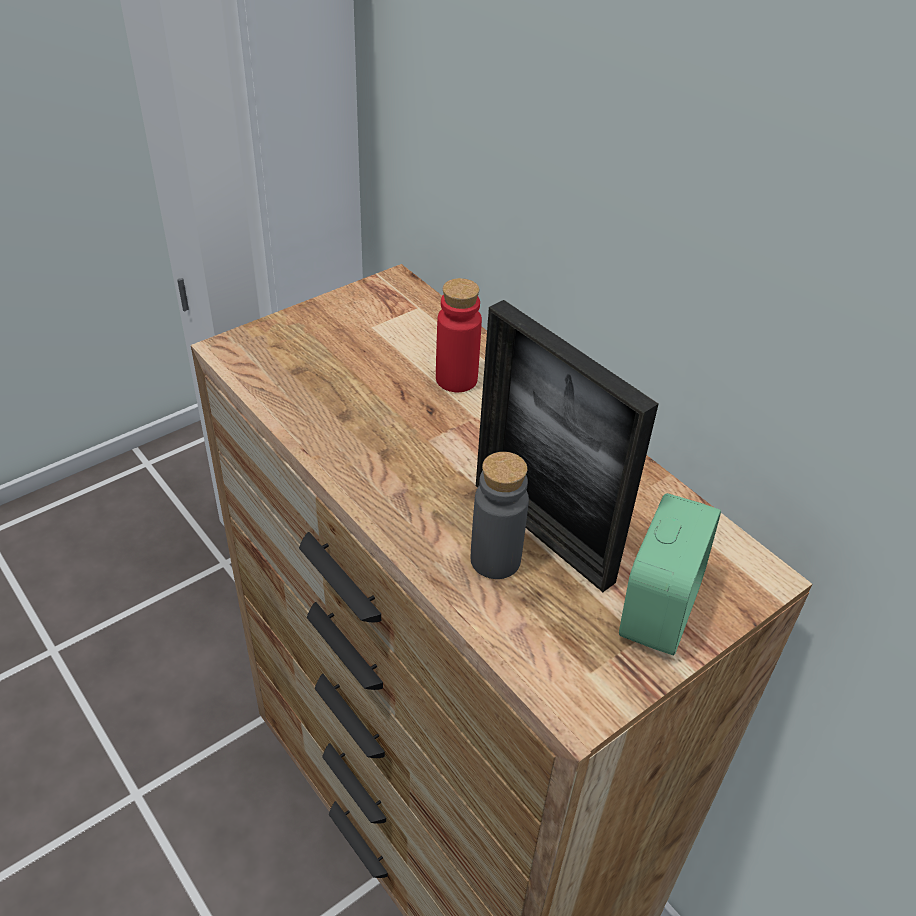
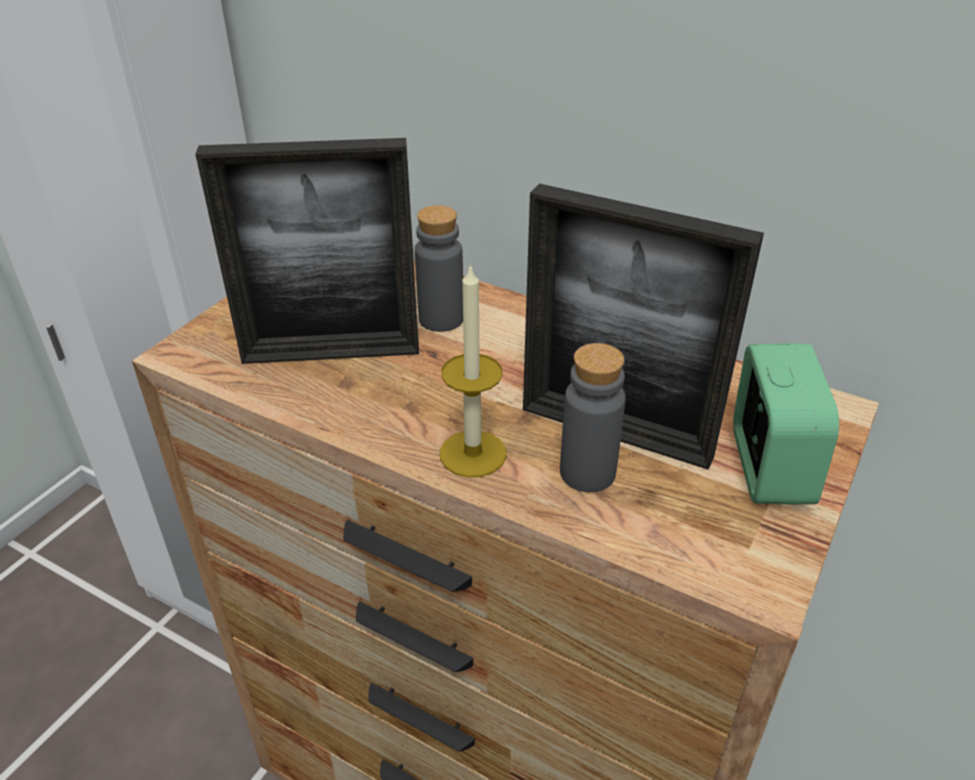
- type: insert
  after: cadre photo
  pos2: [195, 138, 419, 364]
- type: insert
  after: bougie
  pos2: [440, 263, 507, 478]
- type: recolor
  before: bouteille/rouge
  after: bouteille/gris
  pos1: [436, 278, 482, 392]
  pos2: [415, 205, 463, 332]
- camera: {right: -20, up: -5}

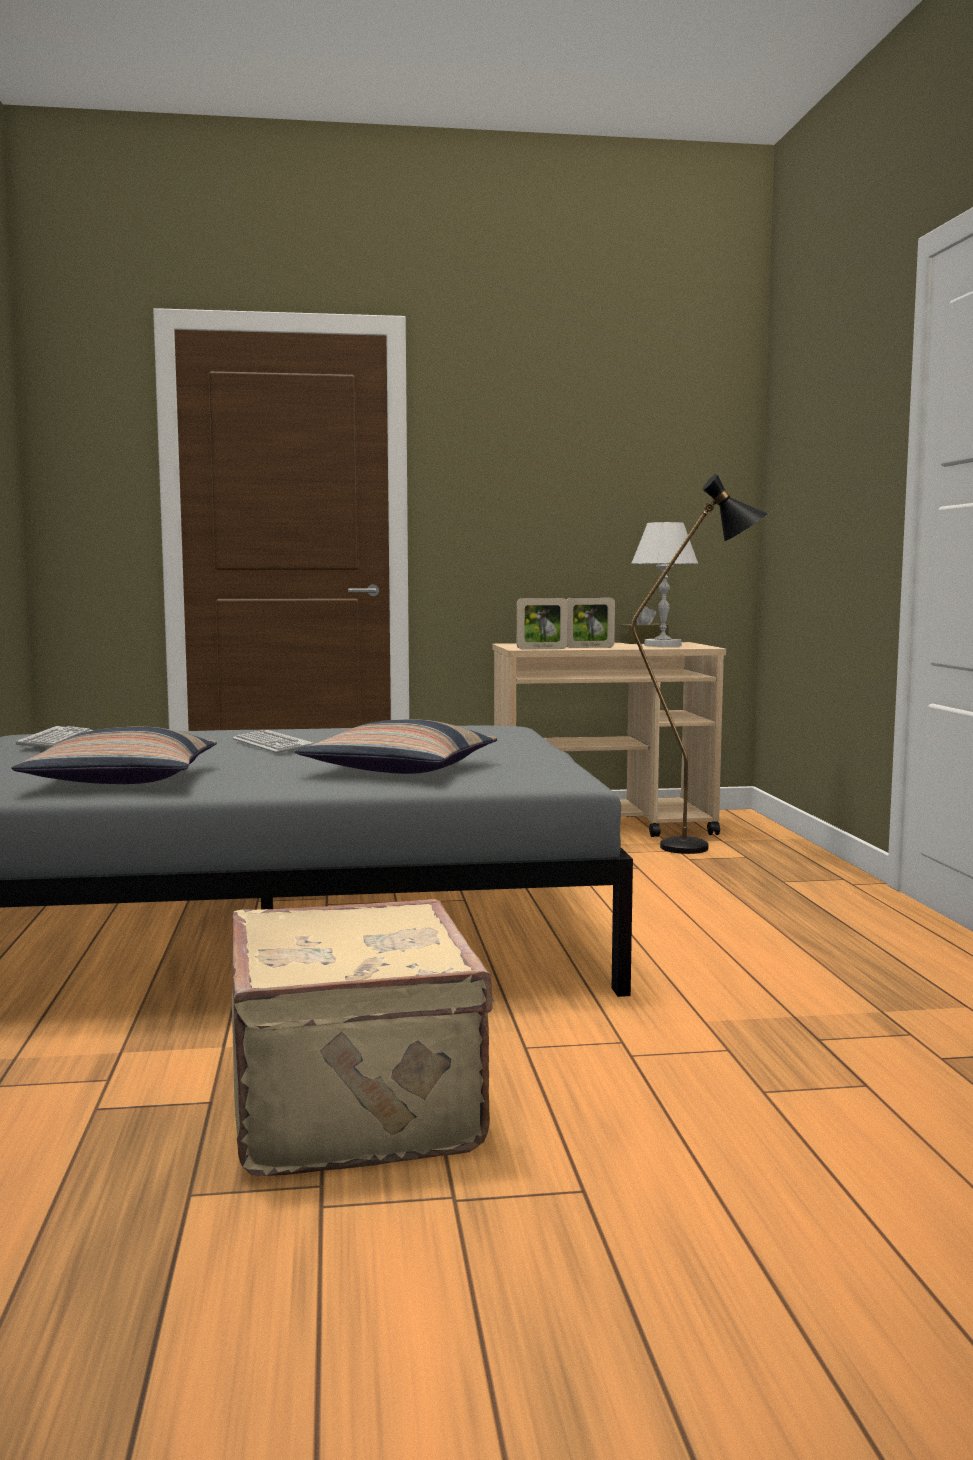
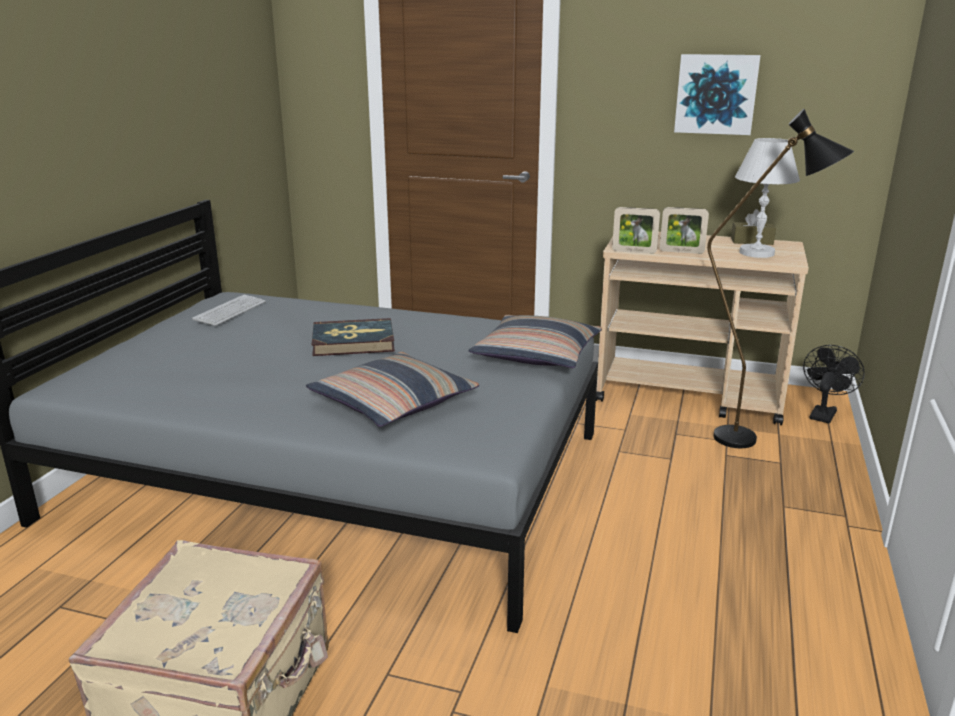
- type: insert
  after: tableau
  pos2: [674, 54, 761, 135]
- type: insert
  after: ventilateur/noir
  pos2: [803, 345, 865, 423]
- type: move
  before: coussin
  pos1: [11, 727, 217, 784]
  pos2: [468, 315, 602, 368]
- type: replace
  before: clavier
  after: livre
  pos1: [233, 730, 314, 753]
  pos2: [312, 318, 395, 356]
- camera: {right: 25, up: 15}

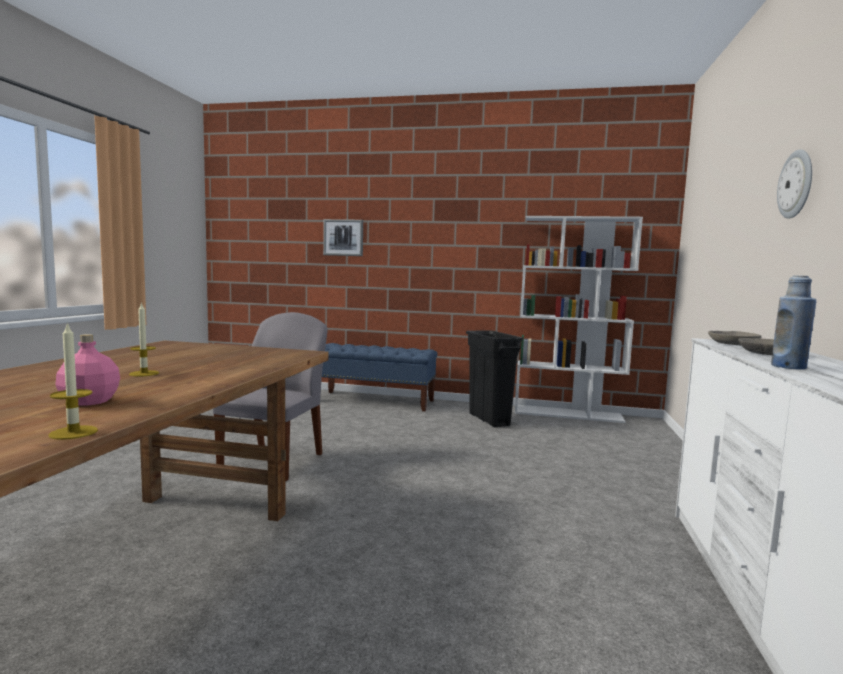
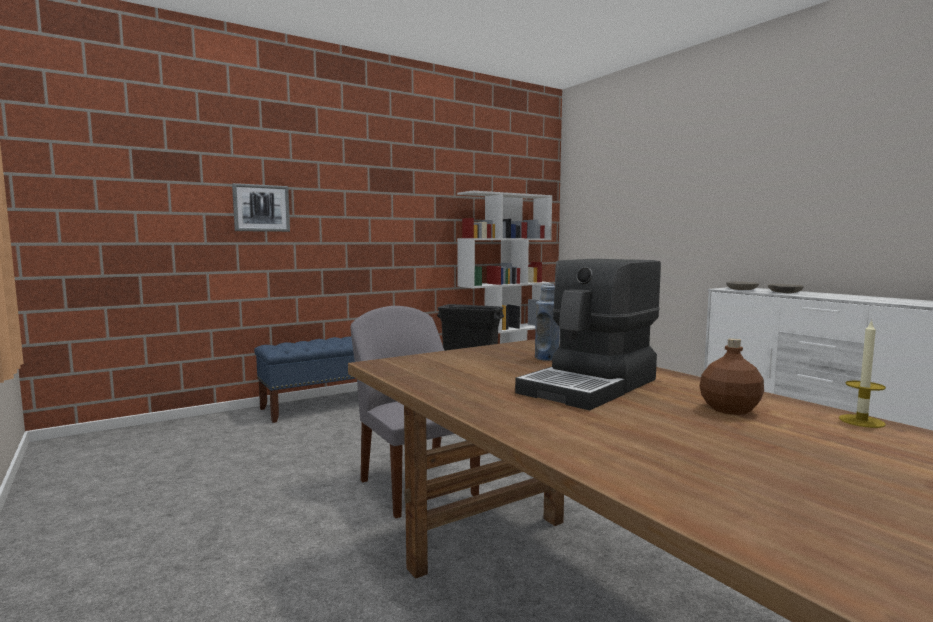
- type: delete
  before: horloge murale
  pos1: [777, 149, 812, 219]
- type: move
  before: bouteille/bleu
  pos1: [771, 275, 816, 370]
  pos2: [535, 284, 560, 361]
- type: replace
  before: bougie
  after: machine à café
  pos1: [129, 302, 159, 377]
  pos2: [515, 259, 661, 410]
- type: recolor
  before: bouteille/rose
  after: bouteille/marron
  pos1: [55, 334, 120, 406]
  pos2: [699, 338, 764, 415]
- camera: {right: -45, up: 0}

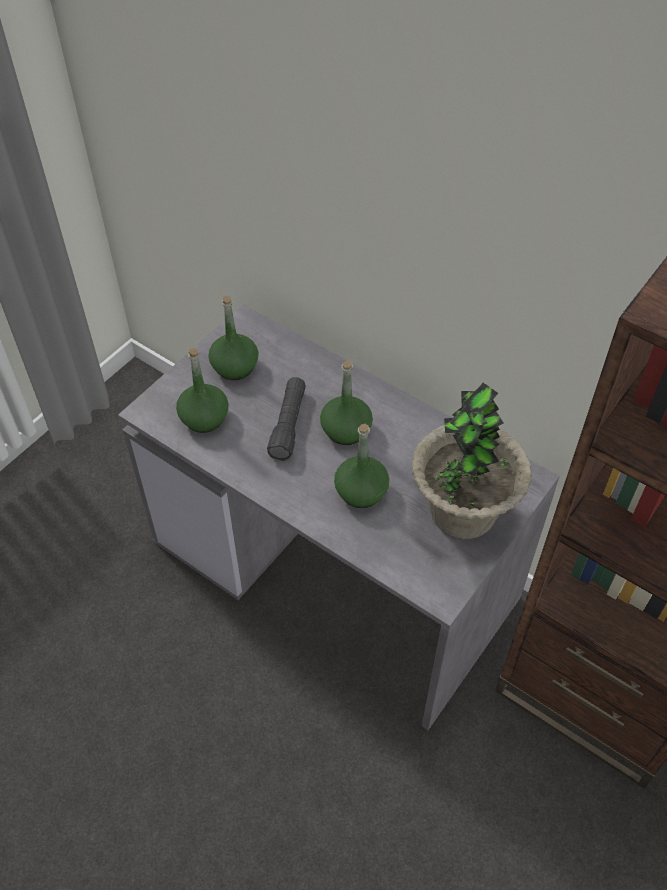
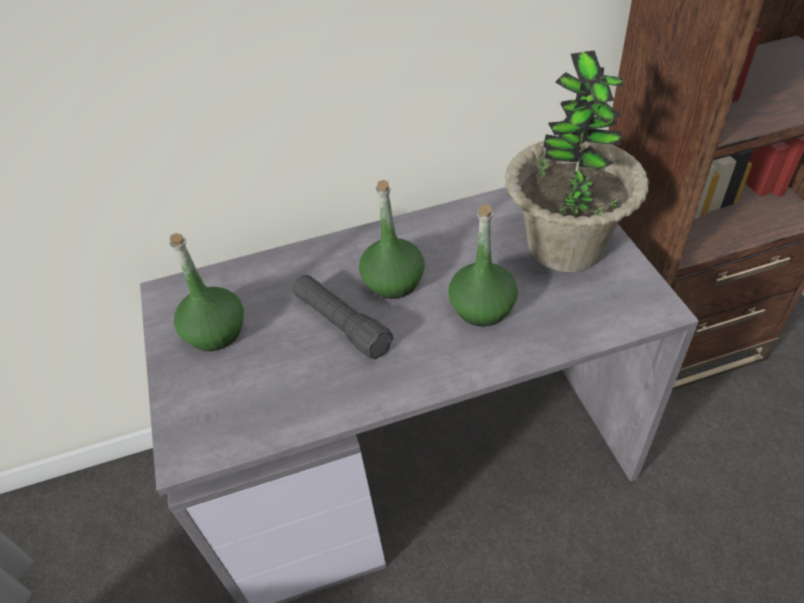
- type: delete
  before: bouteille/vert
  pos1: [176, 348, 228, 433]
- camera: {right: -50, up: -5}

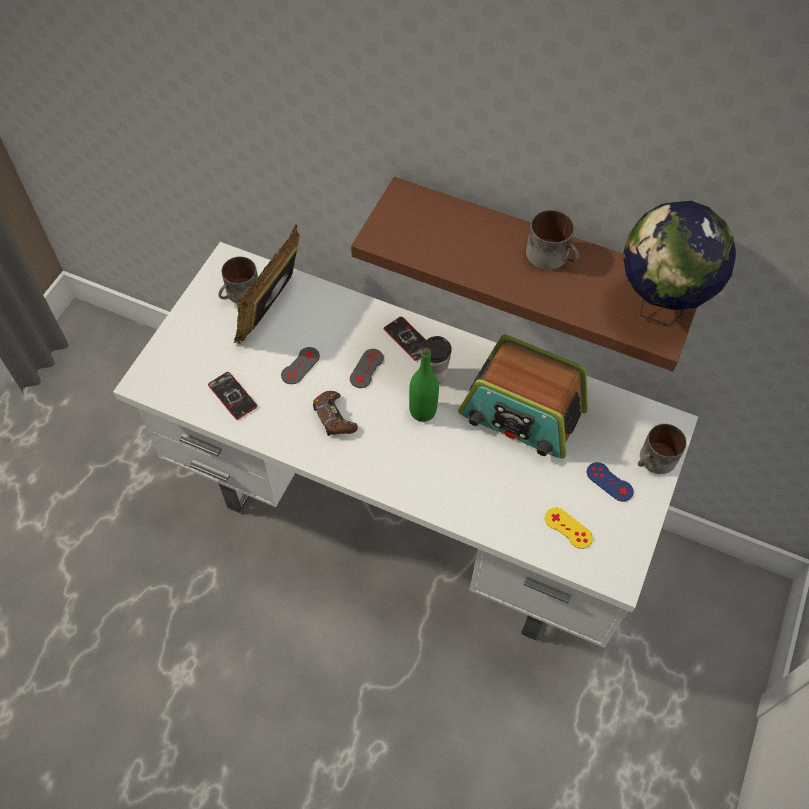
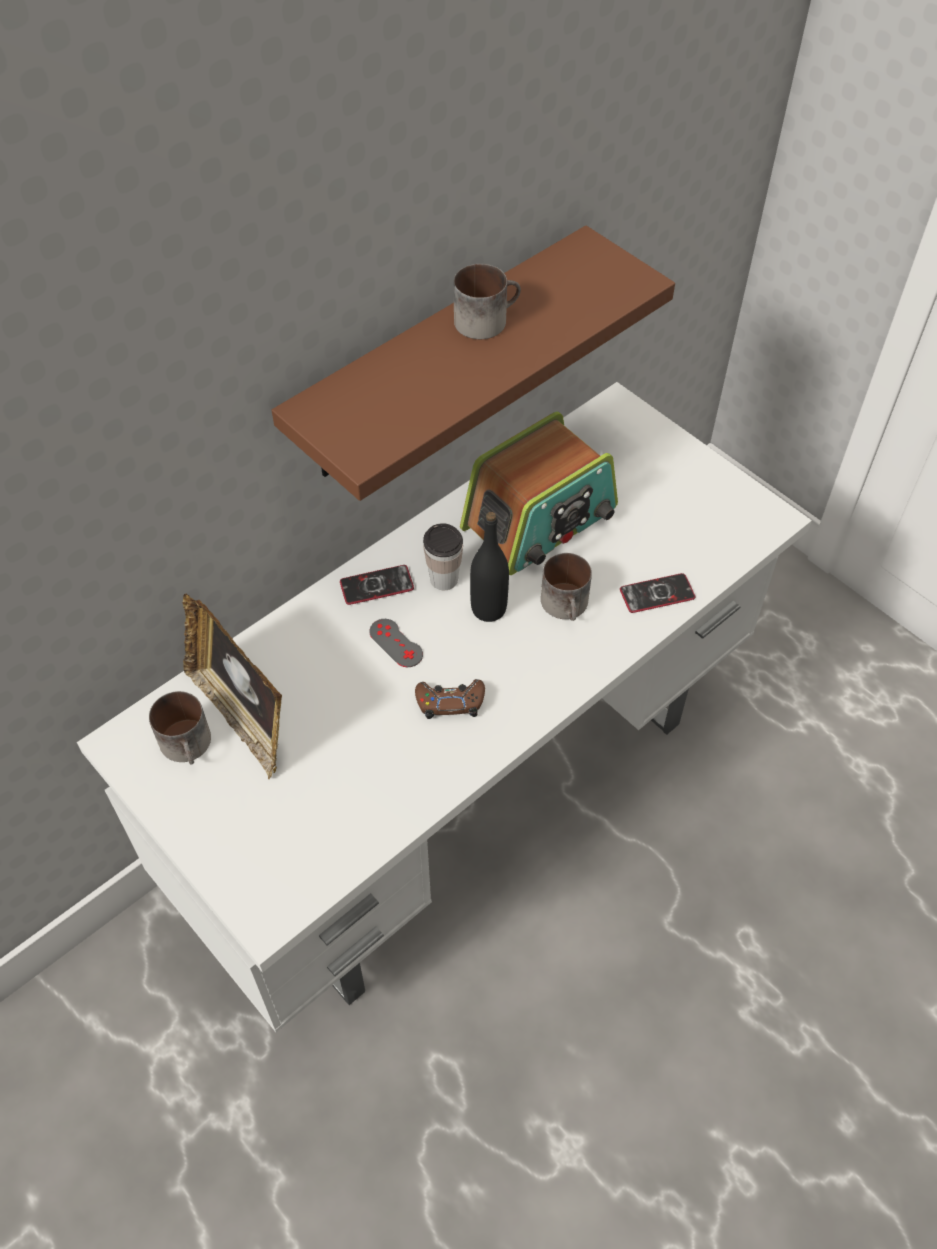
- type: delete
  before: manette/gris
  pos1: [281, 347, 320, 384]
- type: delete
  before: manette/jaune
  pos1: [545, 508, 593, 549]
- type: delete
  before: manette/bleu
  pos1: [587, 462, 634, 502]
- type: delete
  before: globe
  pos1: [623, 201, 736, 326]
- type: move
  before: téléphone
  pos1: [208, 372, 257, 419]
  pos2: [620, 573, 695, 613]
- type: move
  before: mug
  pos1: [638, 424, 687, 474]
  pos2: [541, 553, 592, 621]
- type: recolor
  before: bouteille/vert
  after: bouteille/noir
  pos1: [409, 347, 439, 422]
  pos2: [470, 512, 509, 622]
- camera: {right: -65, up: -5}

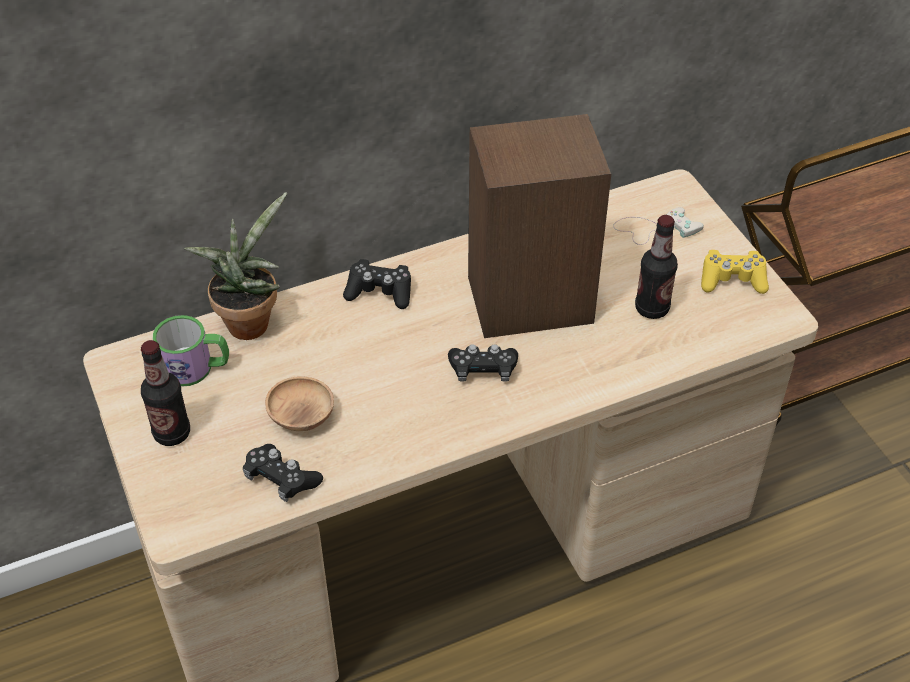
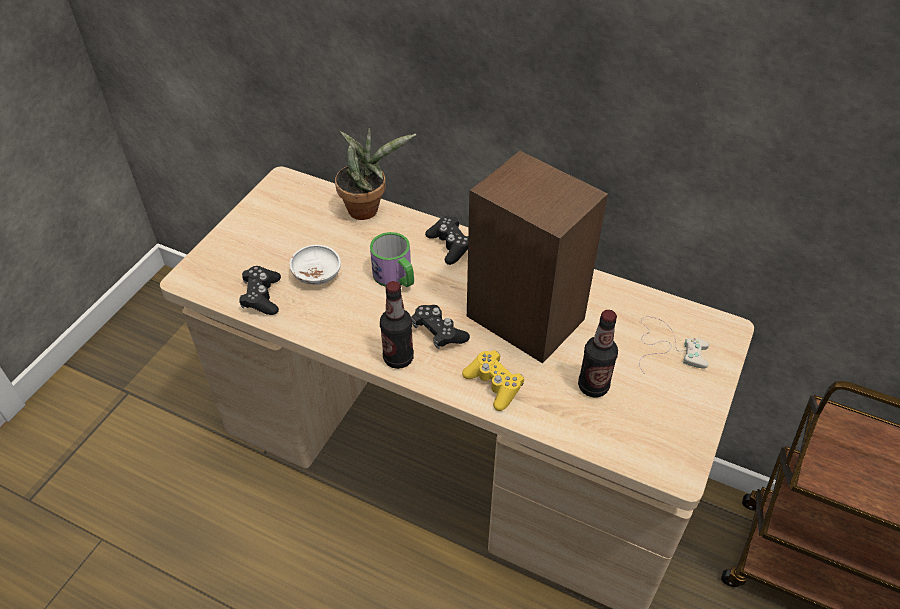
- type: move
  before: bouteille
  pos1: [141, 340, 190, 446]
  pos2: [380, 281, 414, 369]
- type: move
  before: mug
  pos1: [153, 315, 229, 387]
  pos2: [370, 232, 414, 287]
- type: move
  before: manette/jaune
  pos1: [701, 250, 769, 294]
  pos2: [462, 350, 524, 411]
- type: recolor
  before: bol/marron
  after: bol/blanc
  pos1: [265, 376, 334, 431]
  pos2: [290, 245, 341, 285]
- camera: {right: 50, up: 0}

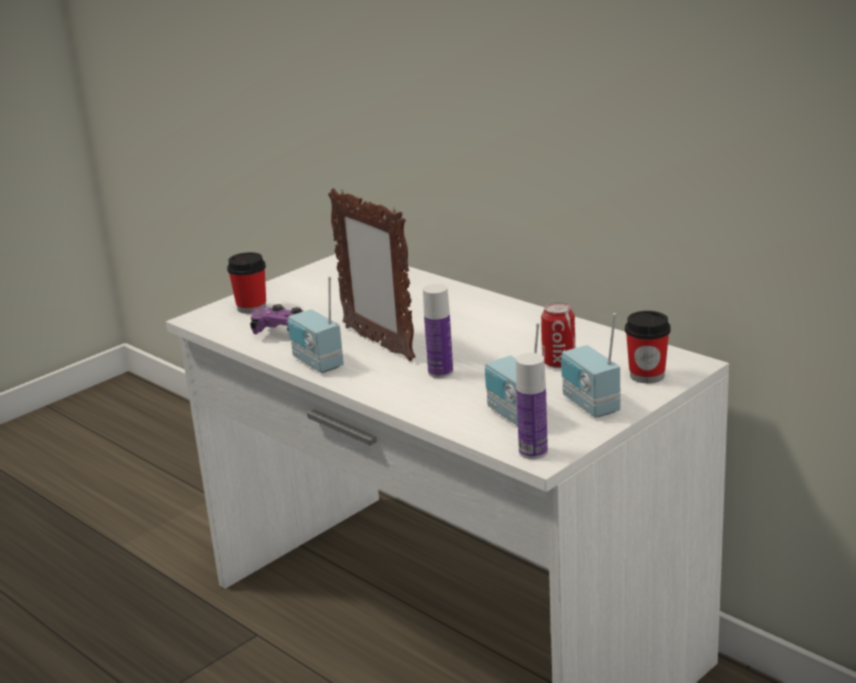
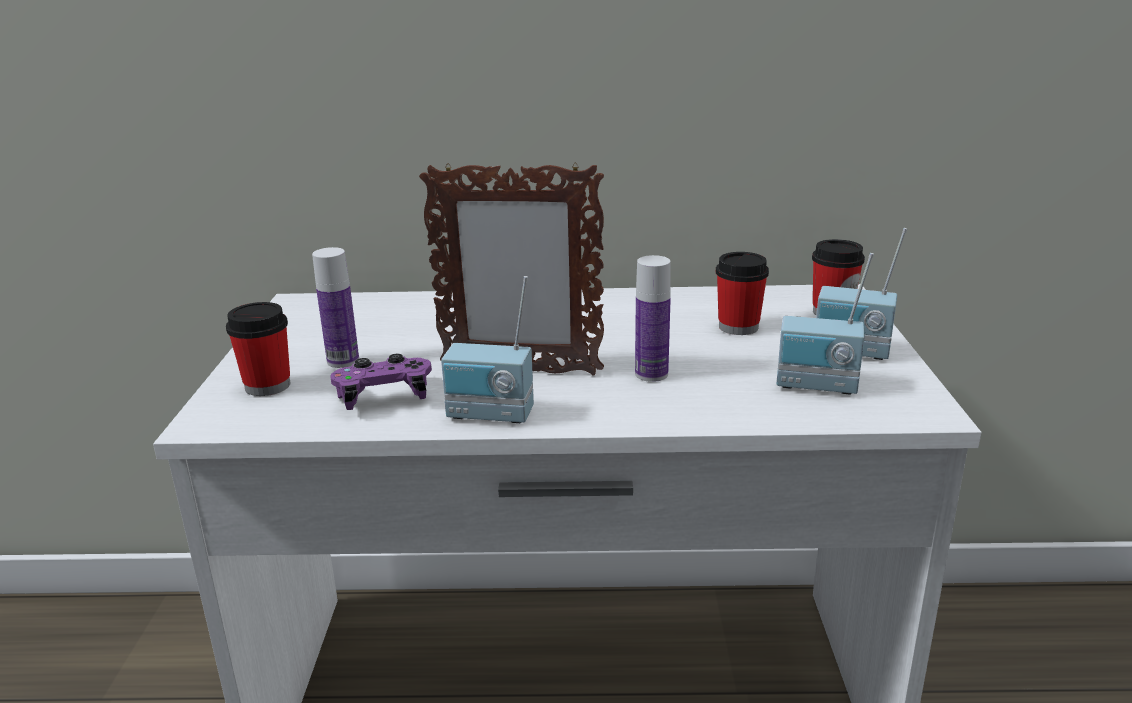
- type: move
  before: bouteille
  pos1: [516, 353, 548, 459]
  pos2: [312, 247, 359, 368]
- type: replace
  before: boîte métallique
  after: tasse
  pos1: [541, 302, 575, 368]
  pos2: [716, 252, 769, 335]
- camera: {right: -45, up: 0}

